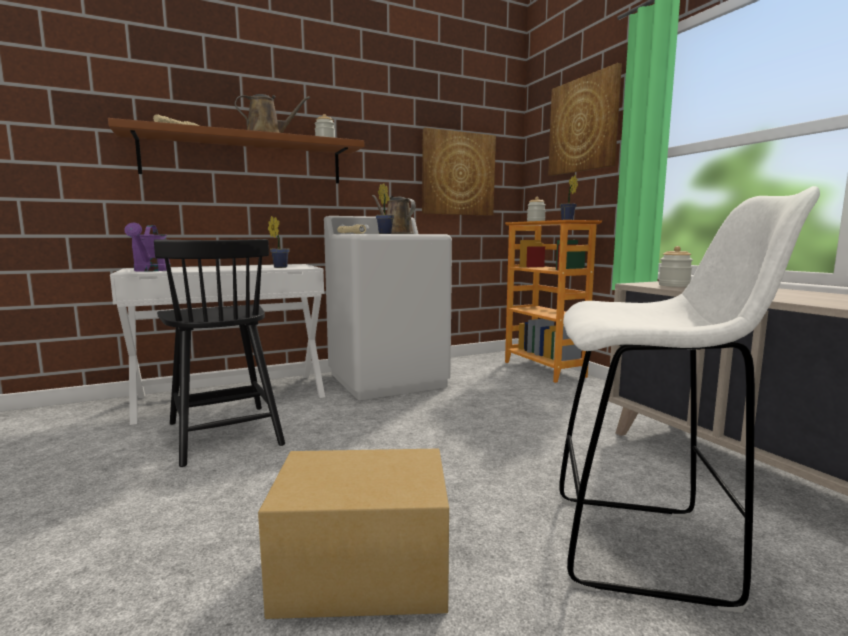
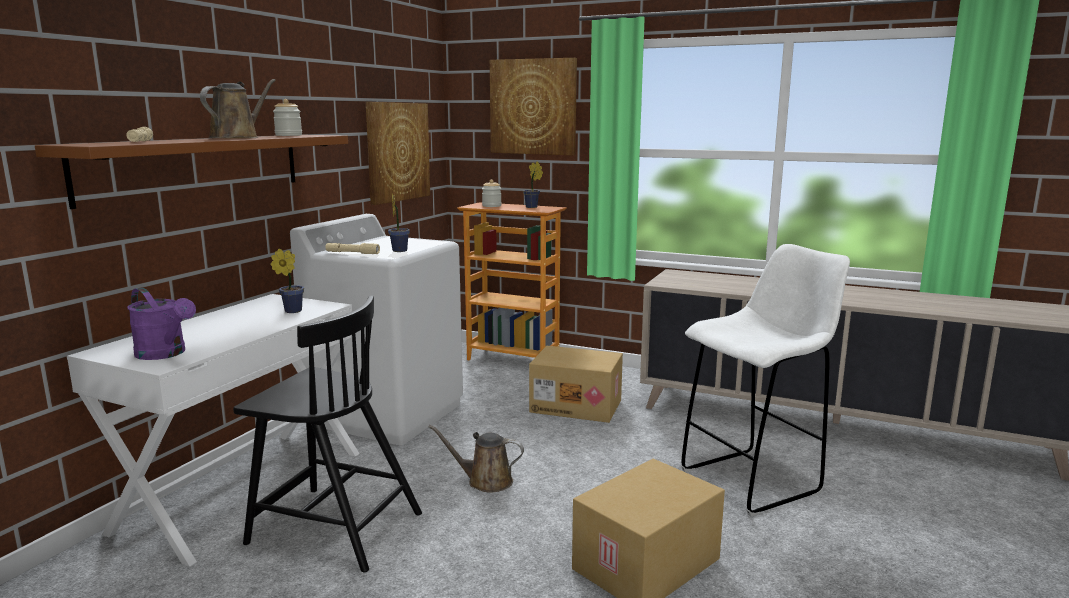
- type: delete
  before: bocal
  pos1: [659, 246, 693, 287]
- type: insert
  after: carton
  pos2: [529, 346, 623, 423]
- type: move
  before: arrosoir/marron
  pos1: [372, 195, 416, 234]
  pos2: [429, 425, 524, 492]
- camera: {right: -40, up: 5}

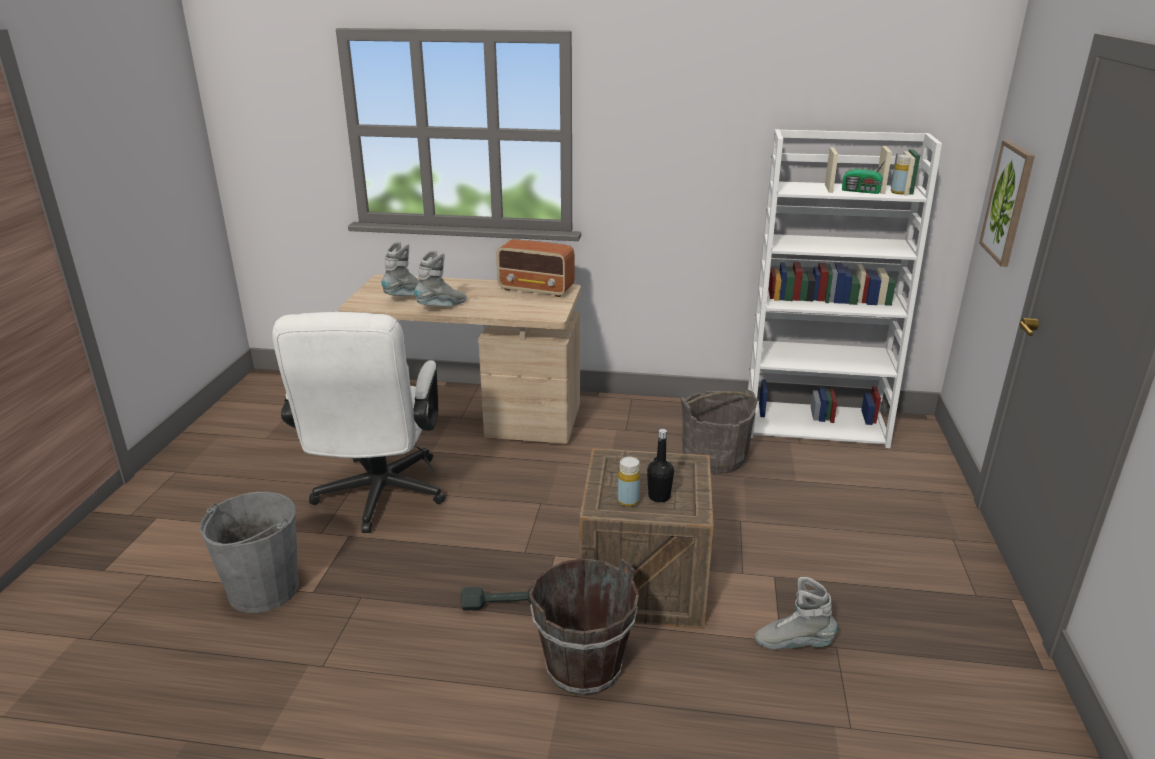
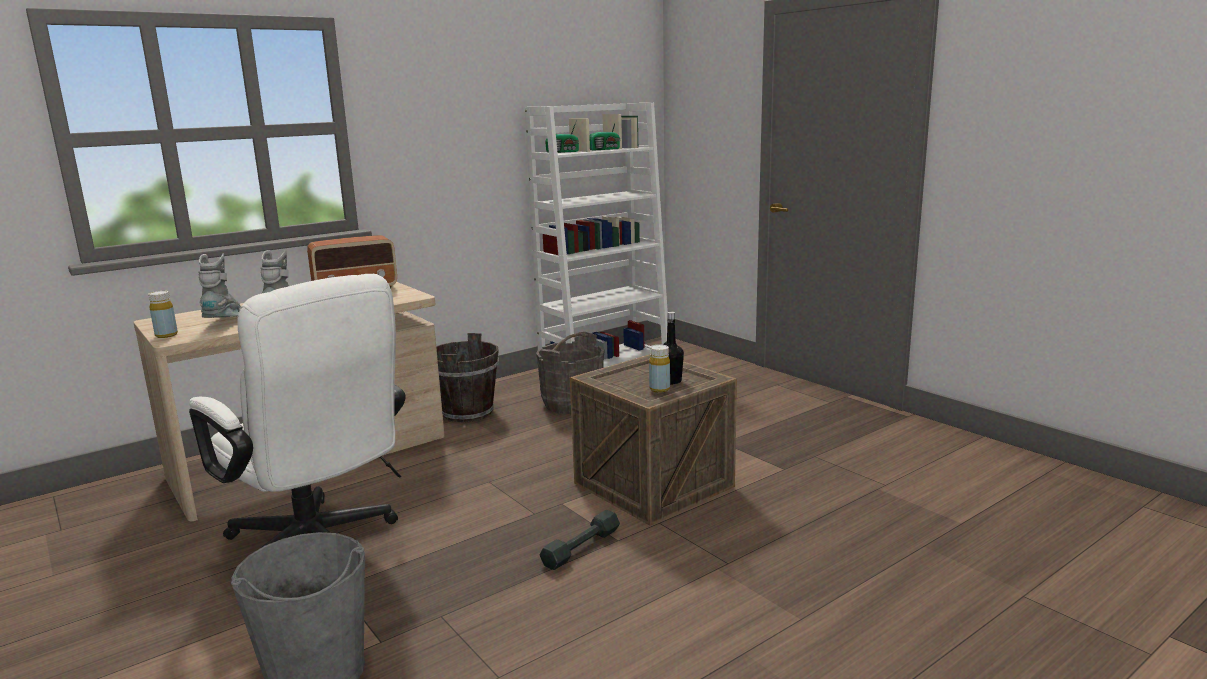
- type: delete
  before: botte/gris
  pos1: [755, 577, 838, 649]
- type: delete
  before: tableau
  pos1: [979, 140, 1035, 267]
- type: insert
  after: radio
  pos2: [545, 119, 579, 153]
- type: move
  before: seau/marron
  pos1: [529, 558, 639, 696]
  pos2: [436, 333, 499, 422]
- type: move
  before: bouteille/jaune
  pos1: [891, 154, 912, 194]
  pos2: [148, 291, 178, 338]
- camera: {right: -45, up: -10}

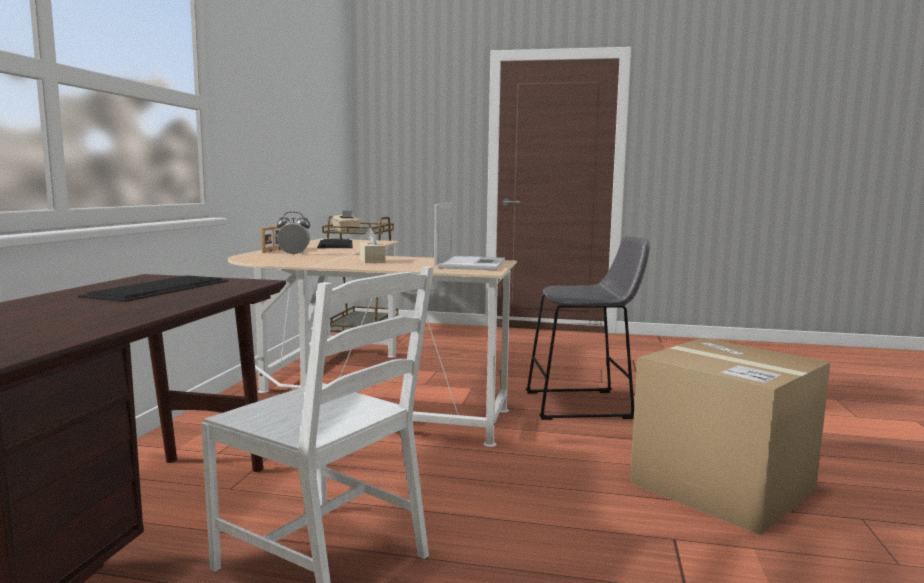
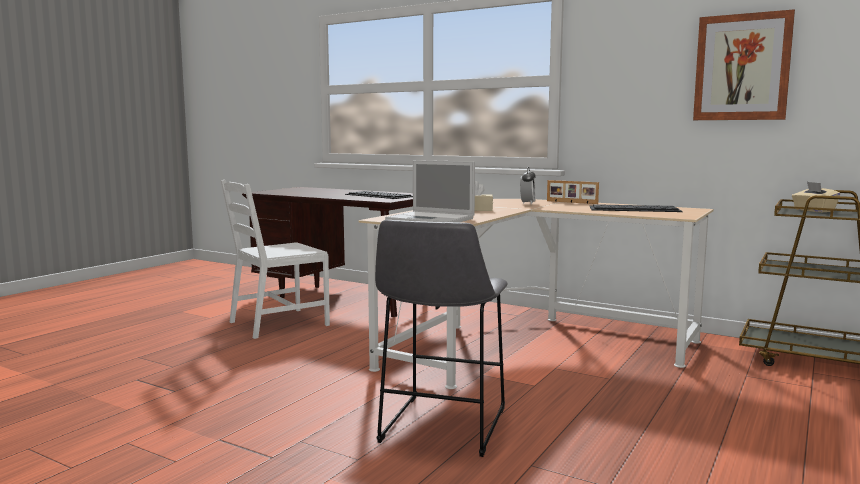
- type: delete
  before: carton
  pos1: [630, 338, 830, 535]
- type: insert
  after: tableau
  pos2: [693, 9, 795, 120]
- camera: {right: 110, up: 0}

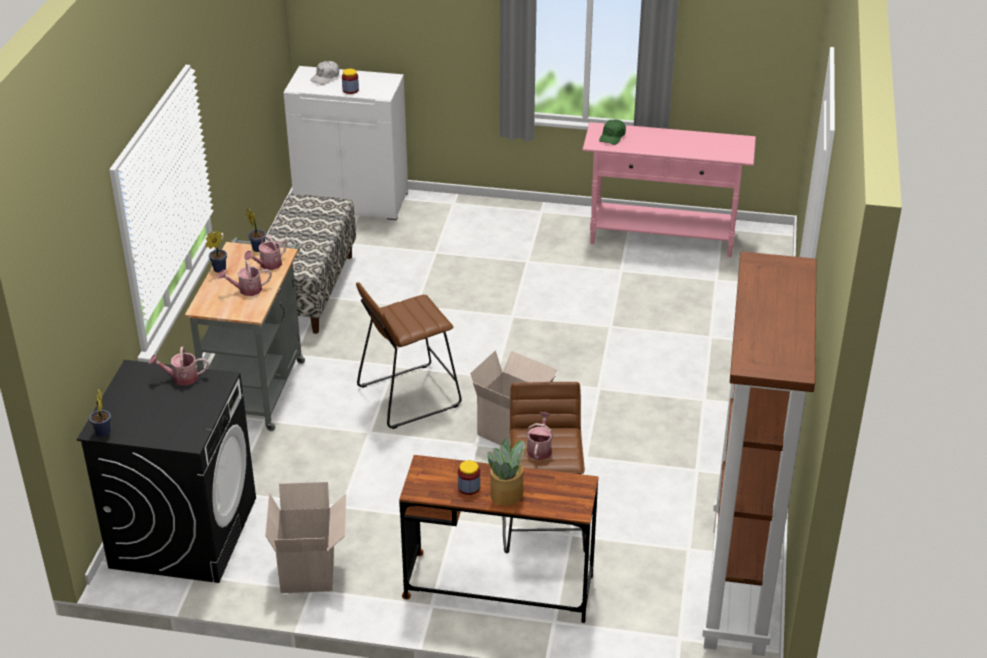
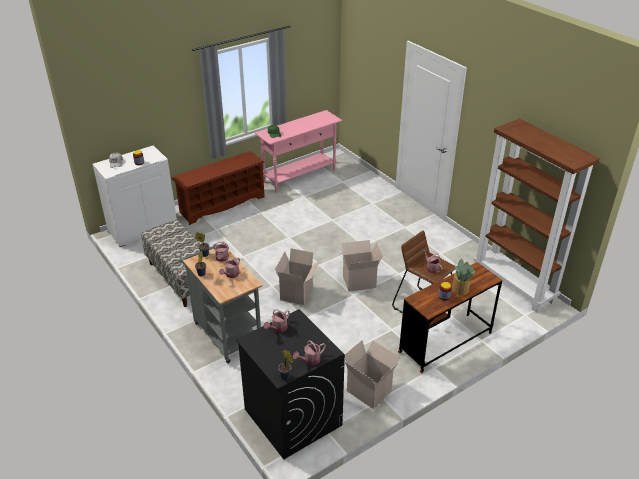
- type: insert
  after: étagère à chaussures/marron
  pos2: [171, 151, 265, 225]
- type: insert
  after: arrosoir
  pos2: [293, 341, 326, 365]
- type: replace
  before: tabouret/marron
  after: carton
  pos1: [356, 282, 462, 429]
  pos2: [275, 248, 320, 305]
- camera: {right: -45, up: 0}

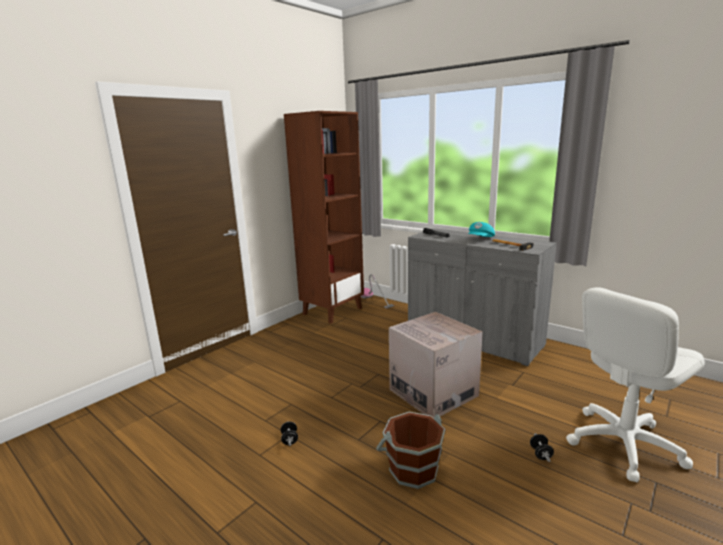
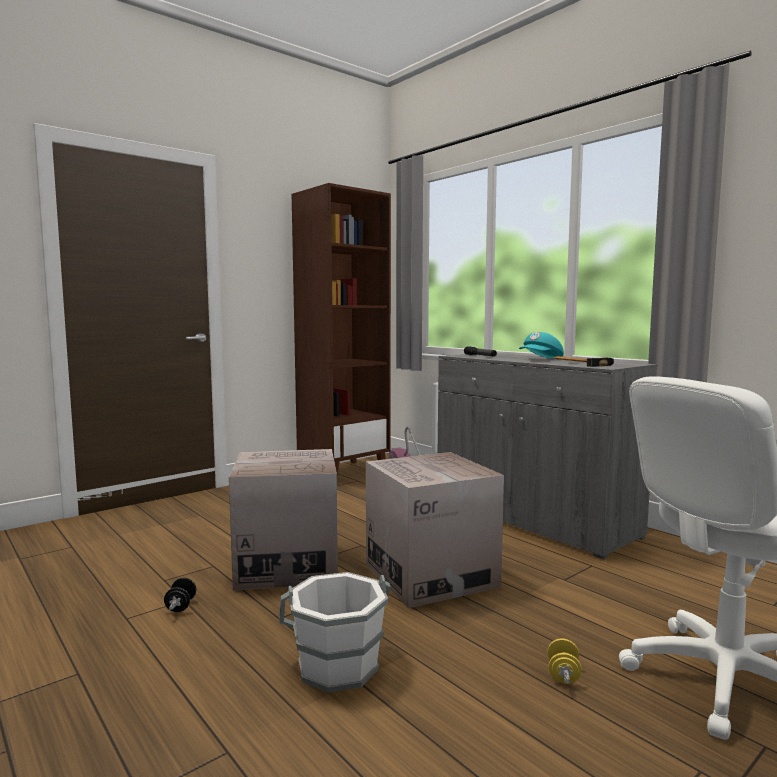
- type: insert
  after: carton
  pos2: [229, 449, 338, 591]
- type: recolor
  before: seau/marron
  after: seau/blanc
  pos1: [376, 412, 445, 489]
  pos2: [279, 572, 390, 693]
- type: recolor
  before: haltère/noir
  after: haltère/jaune
  pos1: [530, 433, 554, 462]
  pos2: [547, 638, 582, 684]
- camera: {right: 10, up: -10}

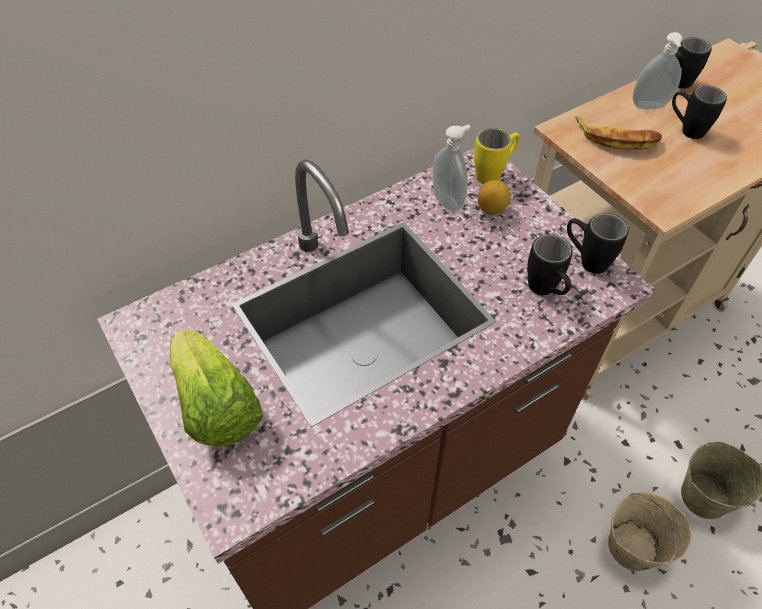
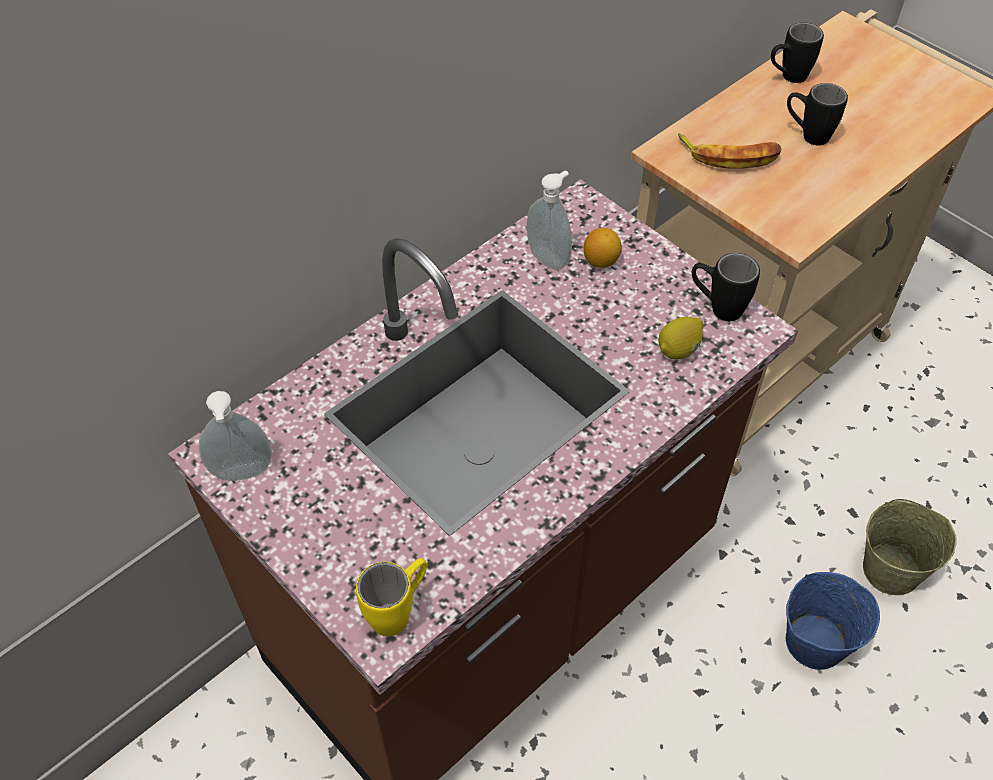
- type: delete
  before: laitue
  pos1: [170, 329, 263, 447]
- type: move
  before: mug/jaune
  pos1: [474, 128, 520, 184]
  pos2: [356, 558, 427, 636]
- type: move
  before: distributeur de savon
  pos1: [632, 32, 683, 110]
  pos2: [199, 391, 272, 481]
- type: replace
  before: mug/noir
  after: citron
  pos1: [527, 234, 573, 295]
  pos2: [658, 317, 703, 360]
- type: recolor
  before: seau/beige
  after: seau/bleu
  pos1: [608, 492, 691, 571]
  pos2: [786, 572, 880, 670]
- camera: {right: -10, up: 0}

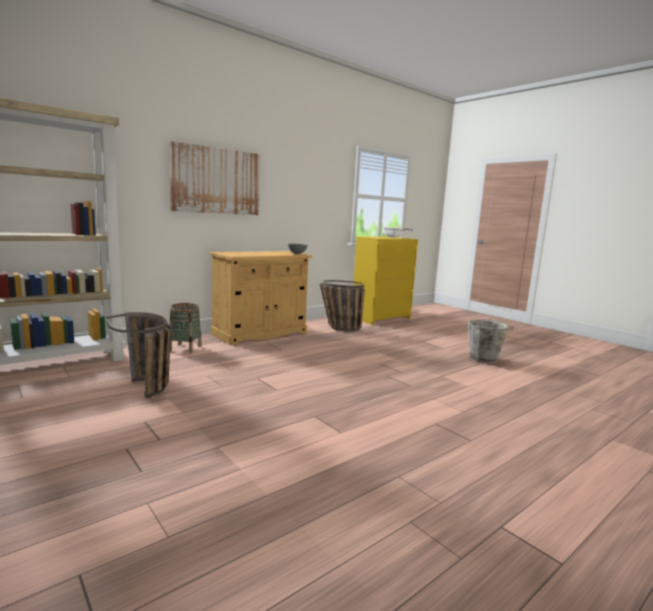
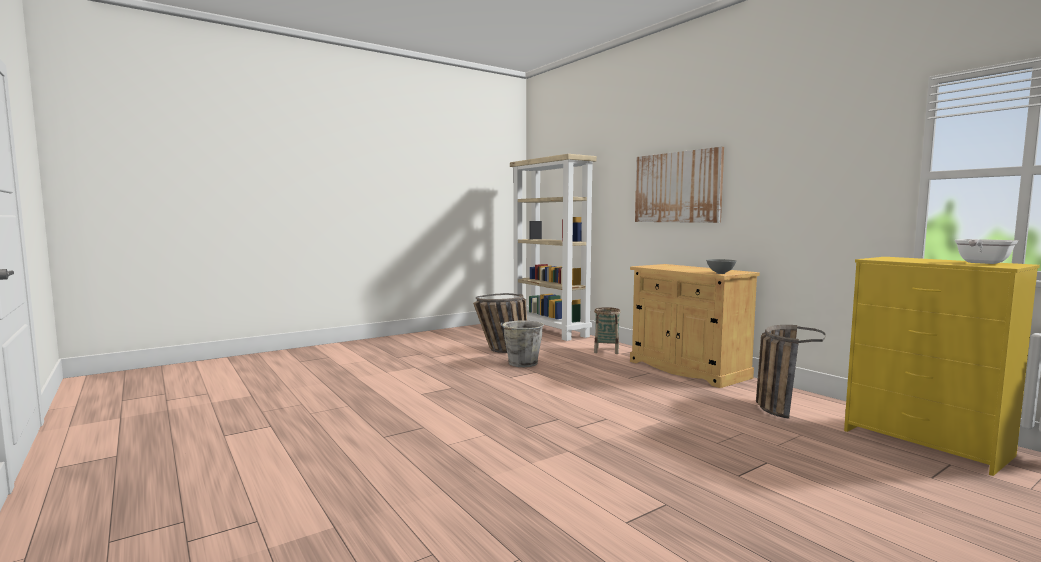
- type: move
  before: seau/gris
  pos1: [468, 319, 514, 364]
  pos2: [500, 320, 544, 367]
- camera: {right: 95, up: -5}

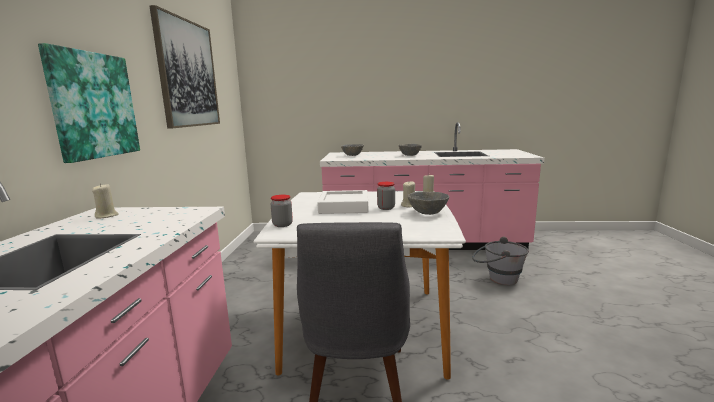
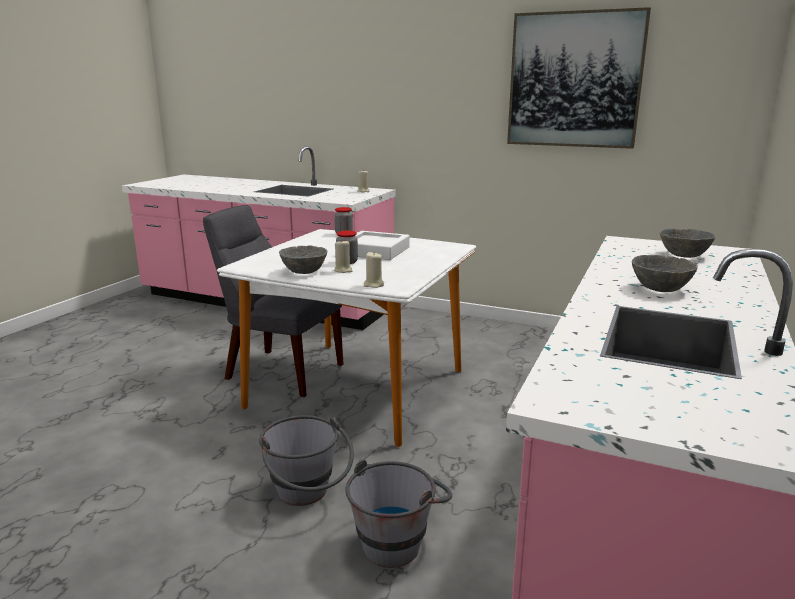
- type: delete
  before: tableau
  pos1: [38, 43, 140, 163]
- type: insert
  after: seau/gris
  pos2: [259, 415, 354, 506]
- camera: {right: 110, up: 5}

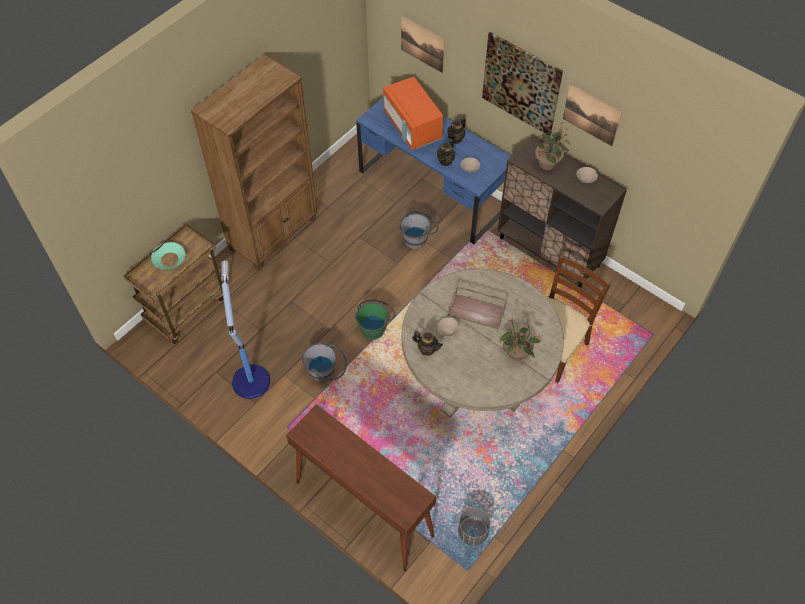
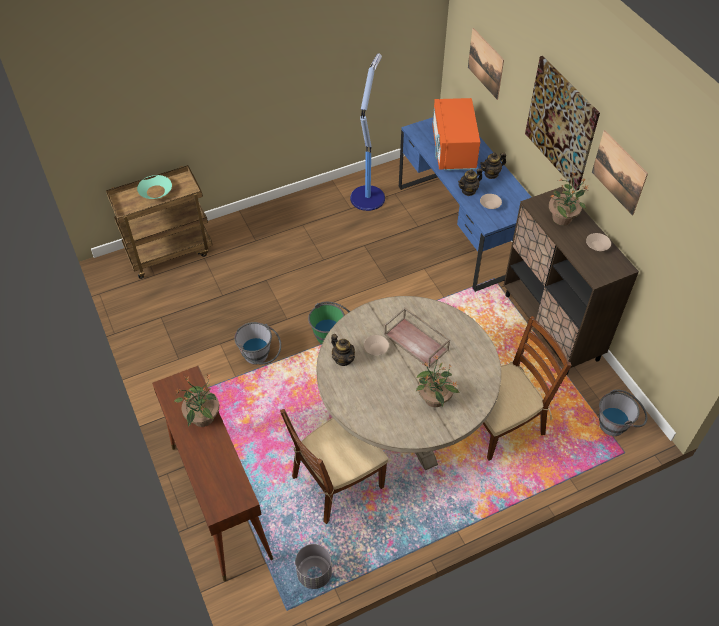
- type: delete
  before: bibliothèque/marron
  pos1: [191, 55, 318, 271]
- type: insert
  after: plante en pot
  pos2: [174, 373, 219, 427]
- type: insert
  after: chaise/marron
  pos2: [280, 409, 388, 524]
- type: move
  before: lampadaire
  pos1: [221, 261, 270, 399]
  pos2: [350, 53, 385, 211]
- type: move
  before: seau/gris
  pos1: [399, 211, 439, 249]
  pos2: [599, 389, 647, 436]
- camera: {right: 25, up: -5}

